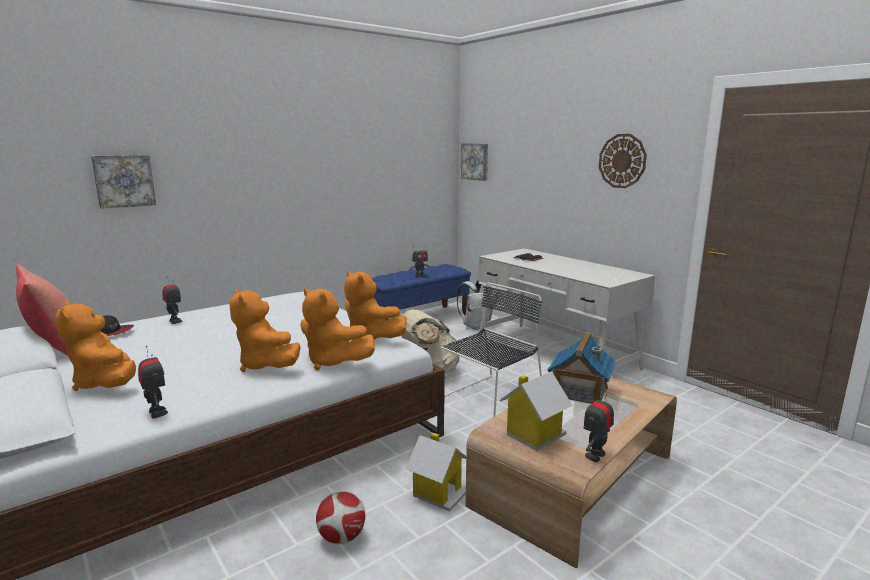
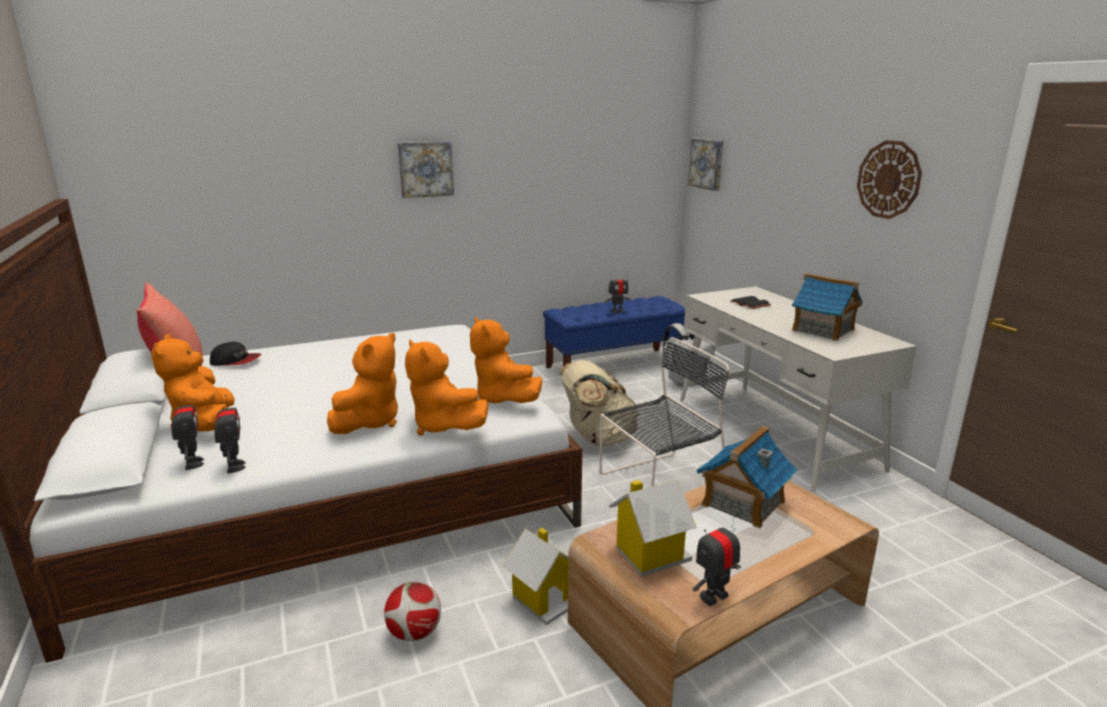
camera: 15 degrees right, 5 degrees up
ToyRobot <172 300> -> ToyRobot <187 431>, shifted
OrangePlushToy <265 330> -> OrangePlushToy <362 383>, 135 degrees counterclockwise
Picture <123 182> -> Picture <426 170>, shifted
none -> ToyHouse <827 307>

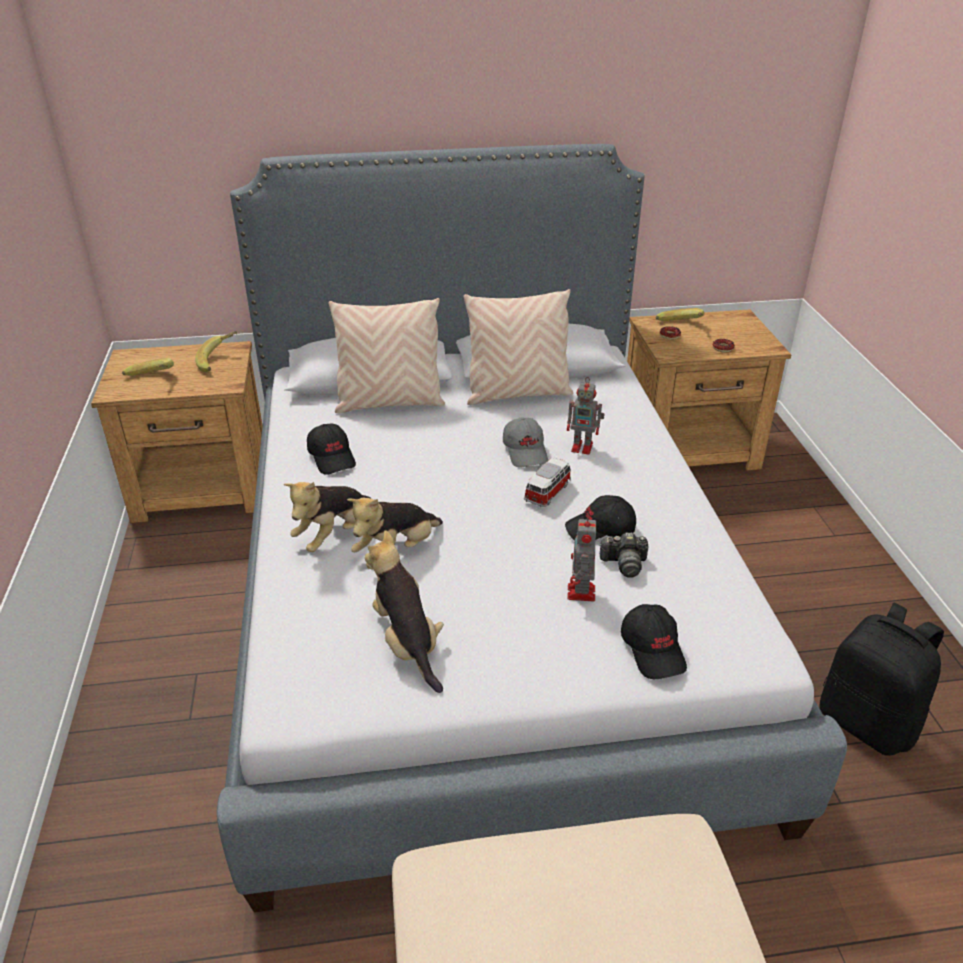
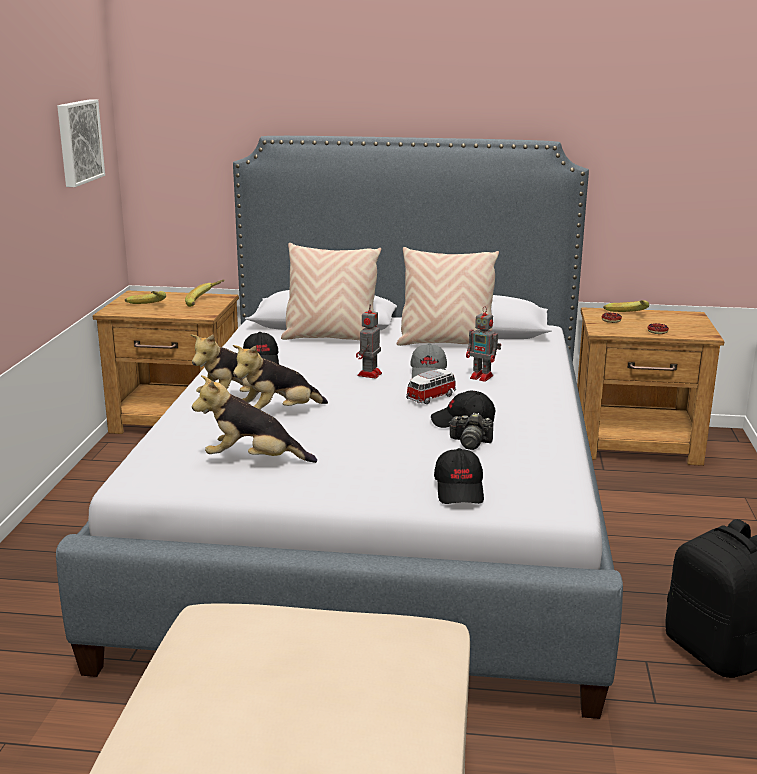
camera: 15 degrees right, 15 degrees down
none -> Picture <81 143>
PlushToy <404 611> -> PlushToy <254 419>, 75 degrees counterclockwise
ToyRobot <581 558> -> ToyRobot <369 341>, shifted

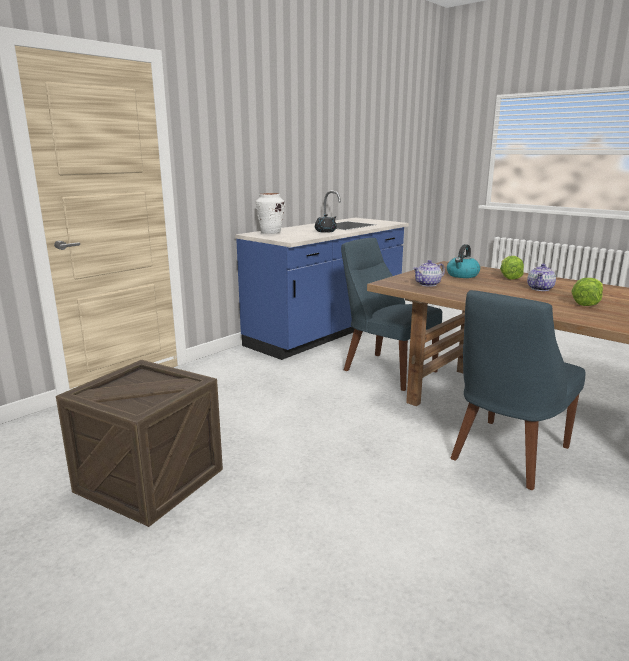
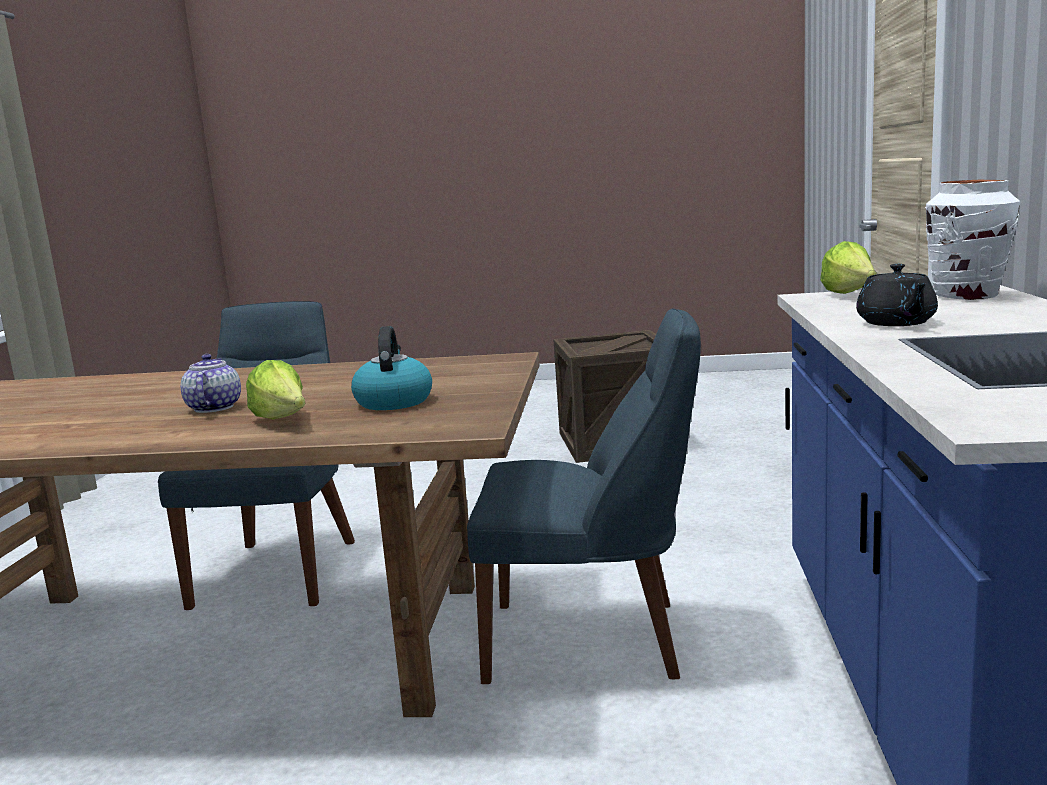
camera: 145 degrees right, 5 degrees down
Lettuce <587 292> -> Lettuce <848 267>, shifted
Teapot <429 273> -> none

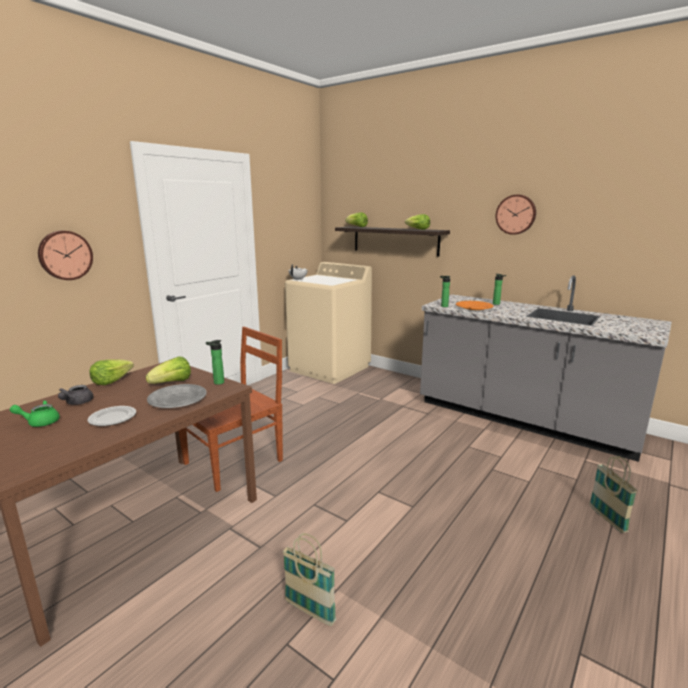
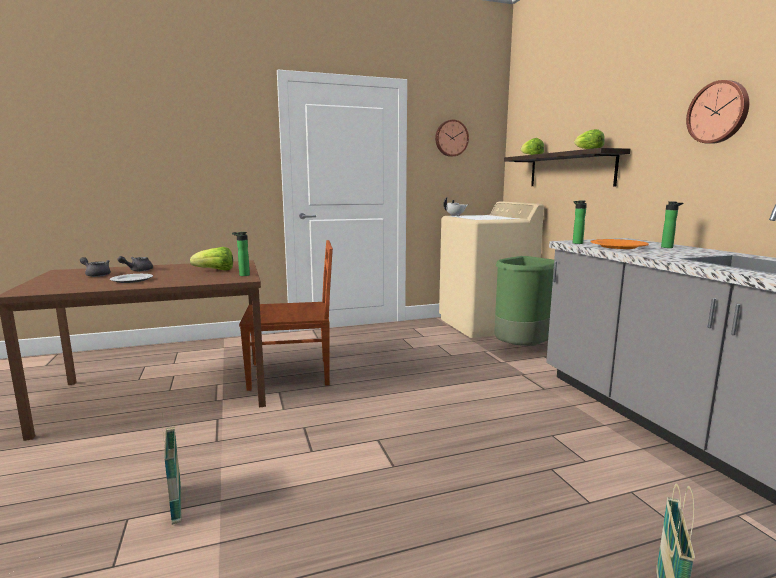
camera: 35 degrees right, 5 degrees down
GreenTeapot <35 413> -> GreyTeapot <95 267>
WallClock <65 255> -> WallClock <452 138>, shifted
none -> GreenTrashCan <524 301>
Lettuce <112 372> -> none
GreyPlate <177 396> -> none

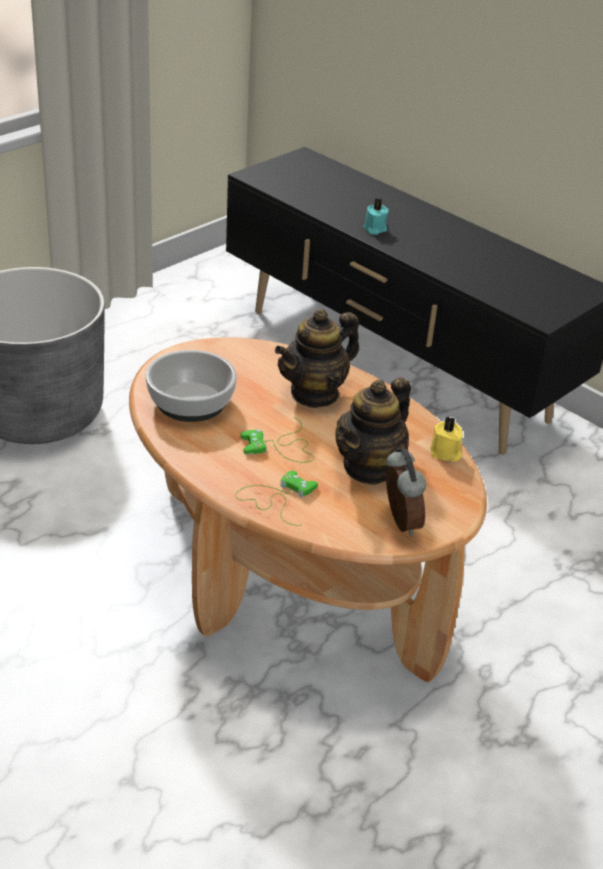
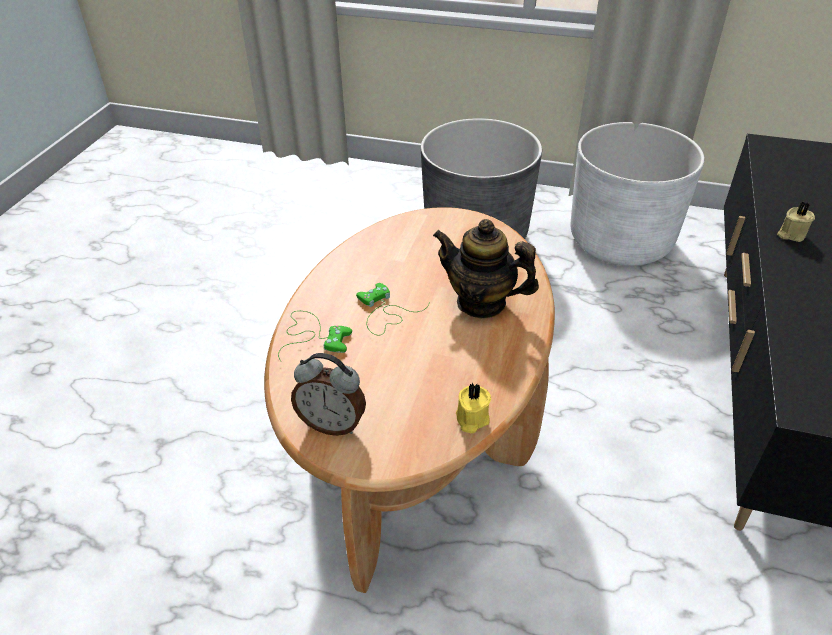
camera: 65 degrees right, 5 degrees up
AlarmClock <406 492> -> AlarmClock <328 394>, 60 degrees clockwise
none -> WhitePlanter <638 194>
TurquoiseCandle <376 216> -> BeigeCandle <796 222>
Bowl <191 386> -> none
Teapot <373 431> -> none

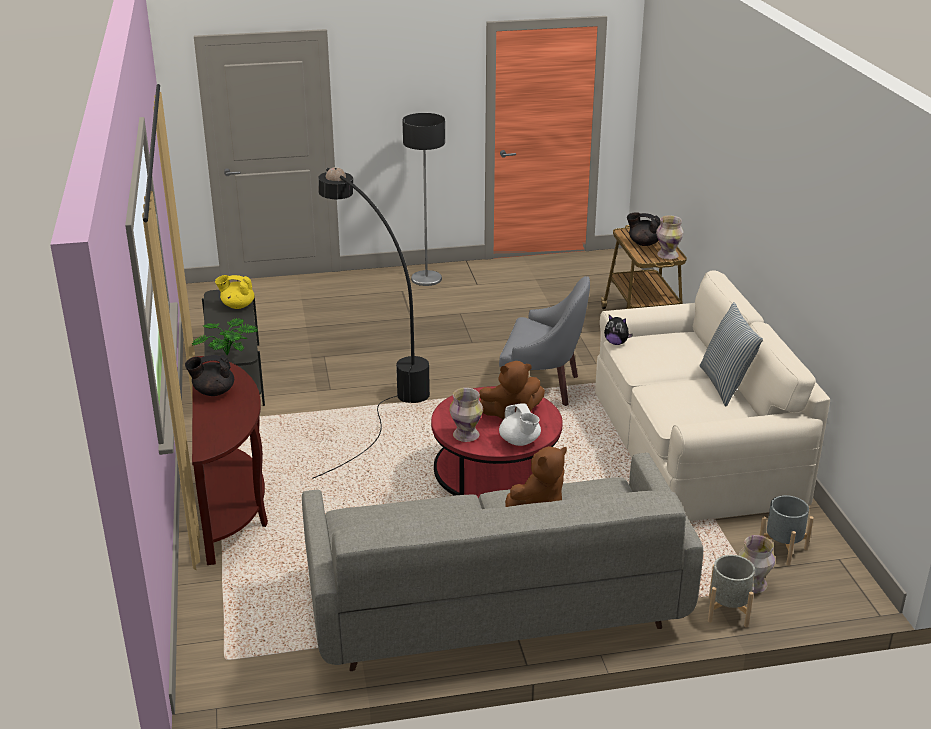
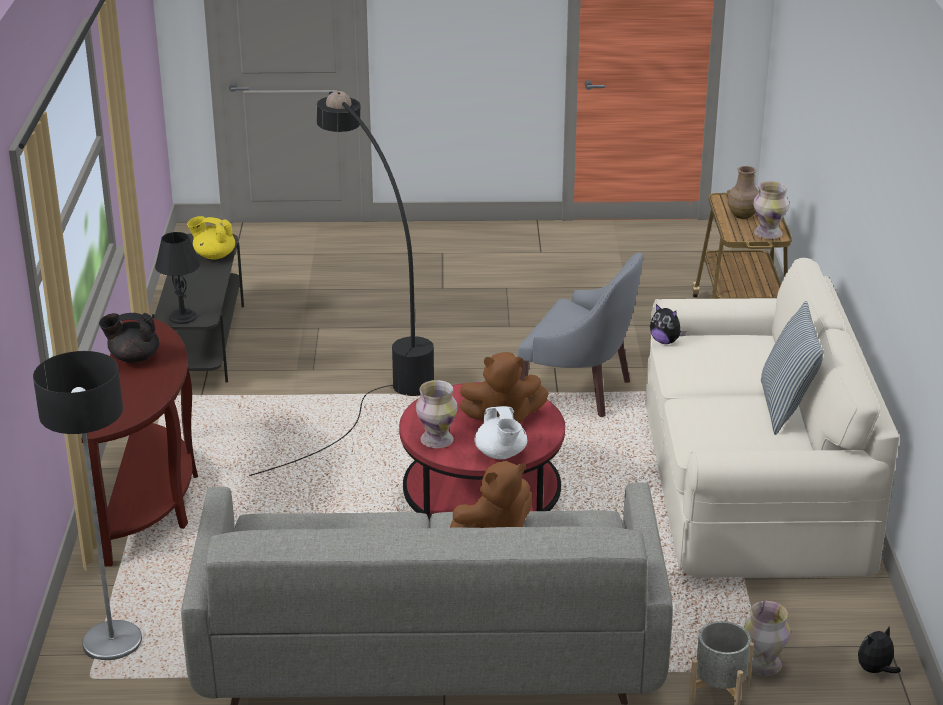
camera: 10 degrees right, 0 degrees up
FloorLamp <423 199> -> FloorLamp <87 505>, shifted
PottedPlant <224 336> -> BlackTableLamp <177 278>
BlackTeapot <643 229> -> BrownVase <743 192>
none -> PlushToy <879 650>
GreyPlanter <787 530> -> none

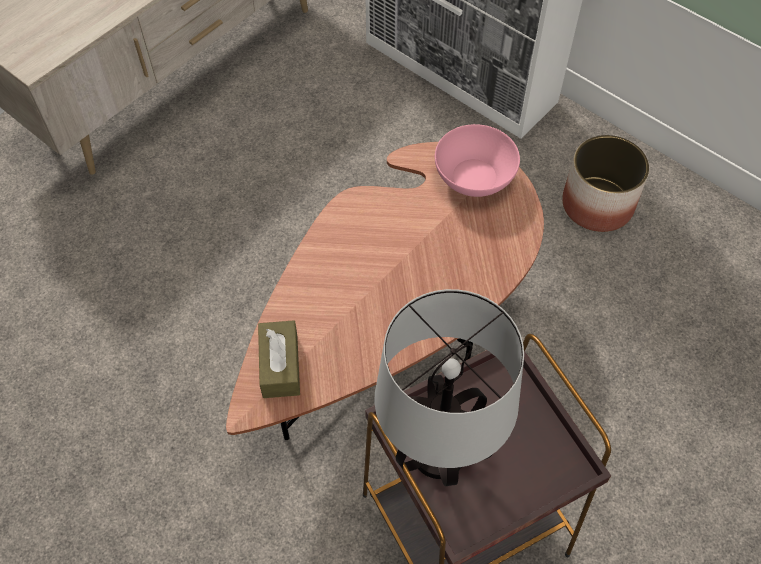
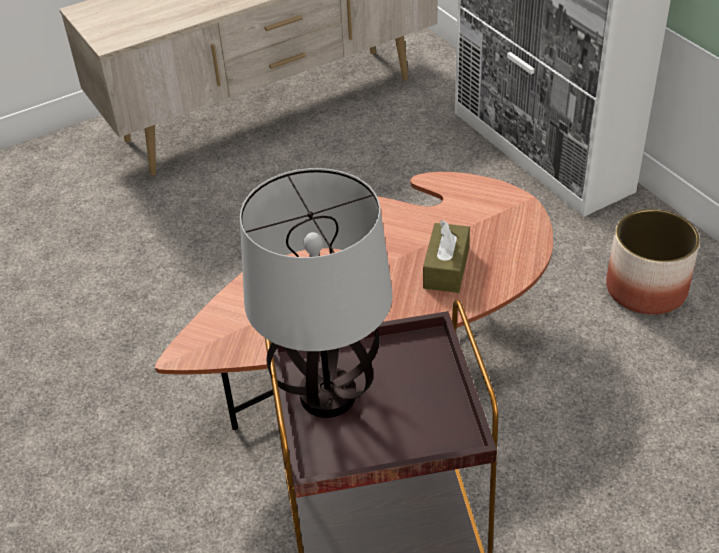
camera: 20 degrees right, 15 degrees down
BrownTissueBox <279 359> -> BrownTissueBox <446 256>, shifted
PinkBowl <477 160> -> none

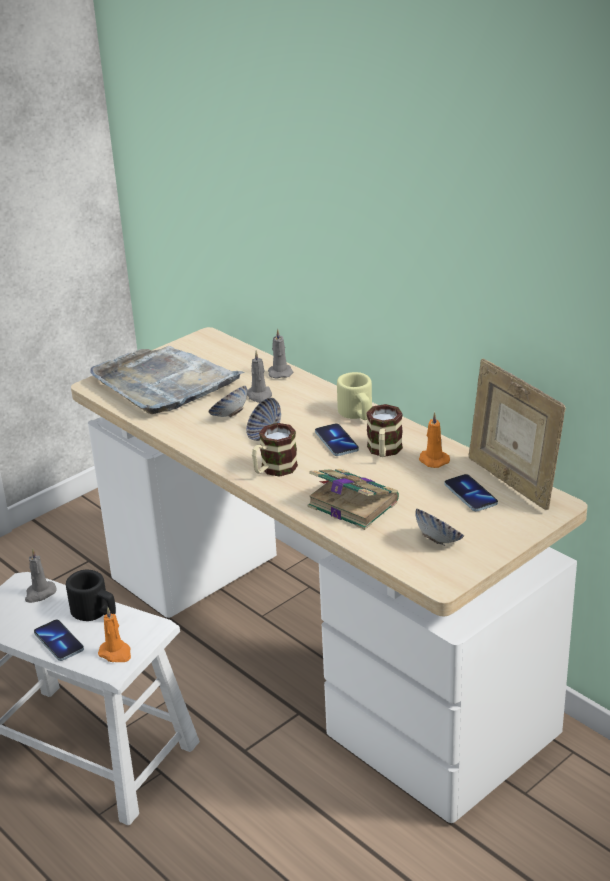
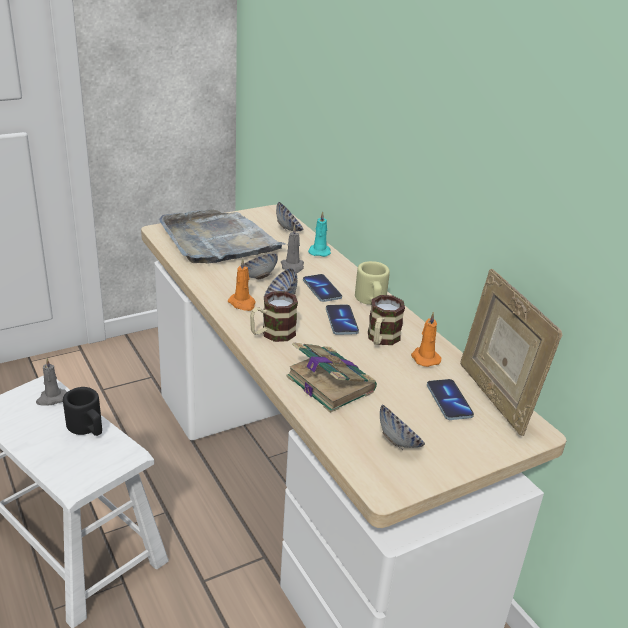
camera: 10 degrees right, 0 degrees up
OrangeCandle <114 634> -> OrangeCandle <242 284>, shifted
none -> Bowl <289 216>
Phone <59 640> -> Phone <322 288>, shifted
GreyCandle <281 354> -> TurquoiseCandle <319 234>

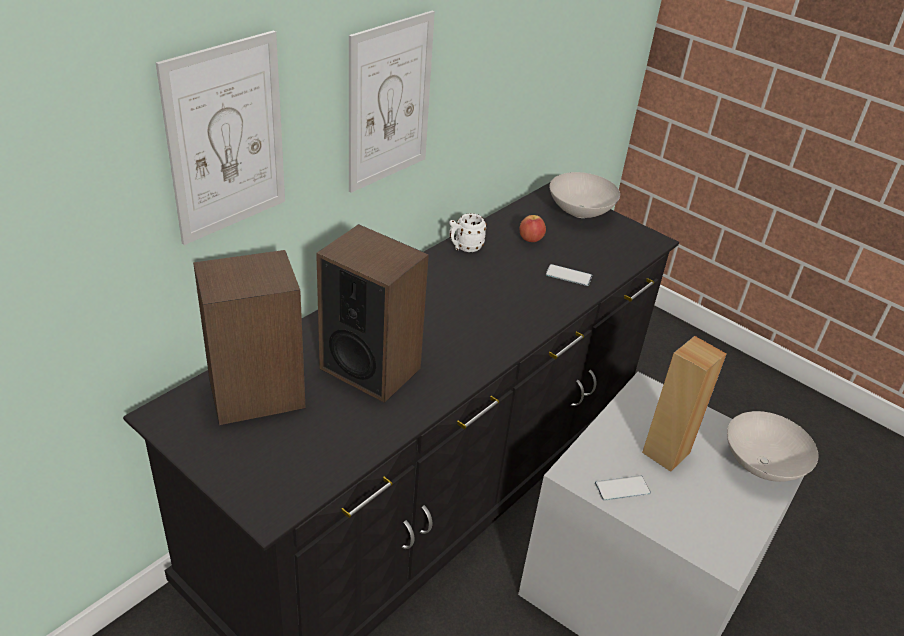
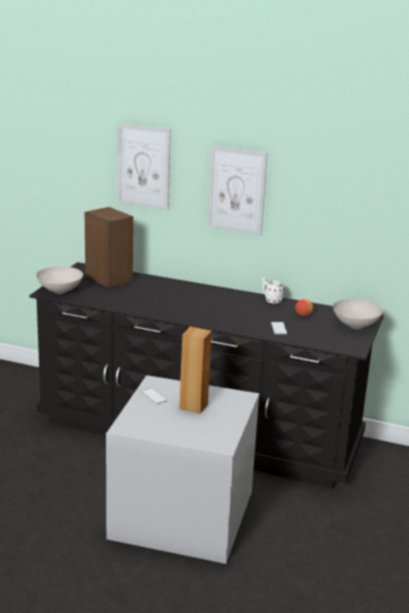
camera: 70 degrees right, 15 degrees down
WhiteBowl <772 446> -> WhiteBowl <59 280>, shifted
Speaker <372 313> -> none

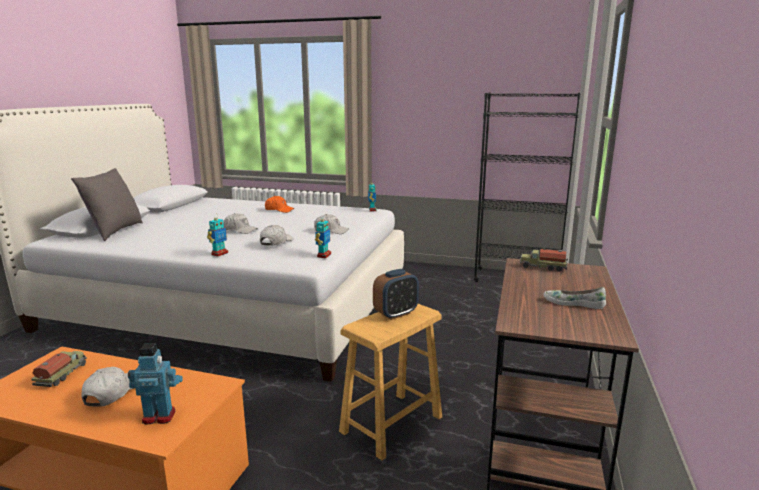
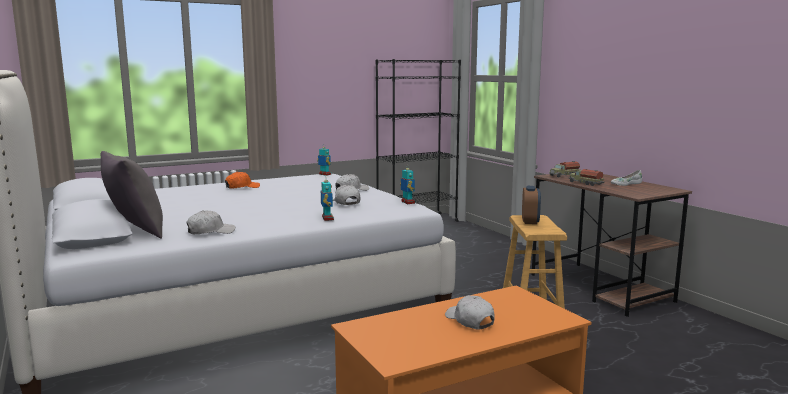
camera: 45 degrees left, 5 degrees down
WhiteCap <240 223> -> WhiteCap <211 222>, shifted
ToyTruck <59 369> -> ToyTruck <587 177>, shifted
ToyRobot <155 384> -> none

